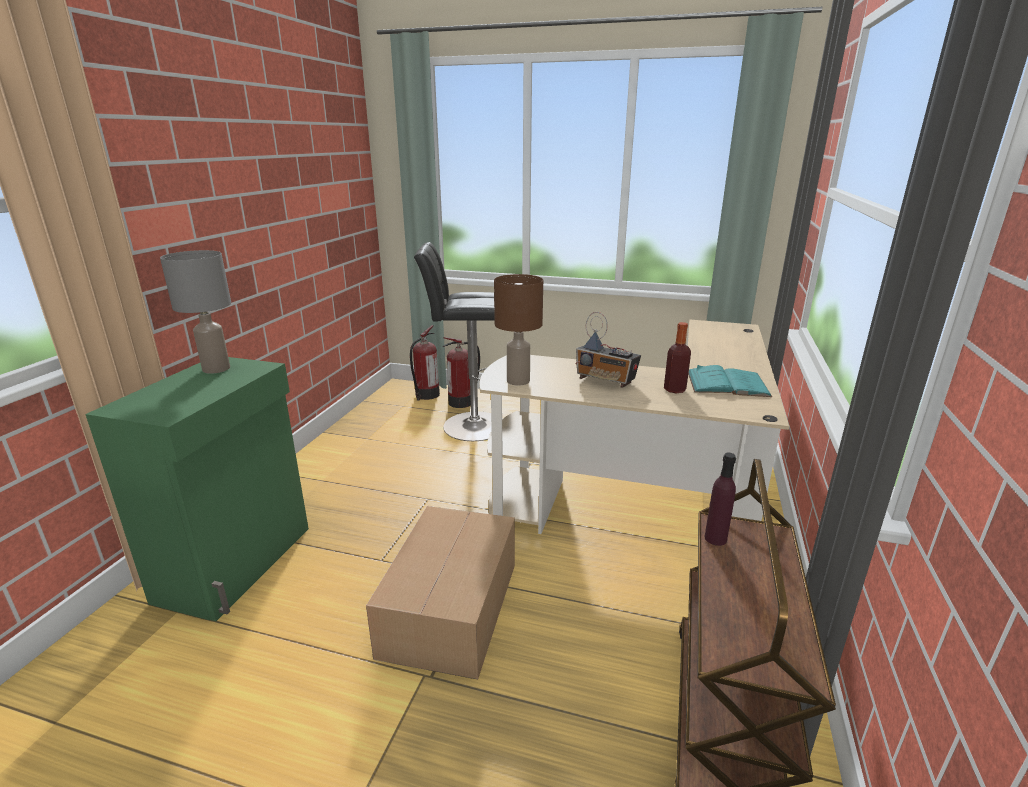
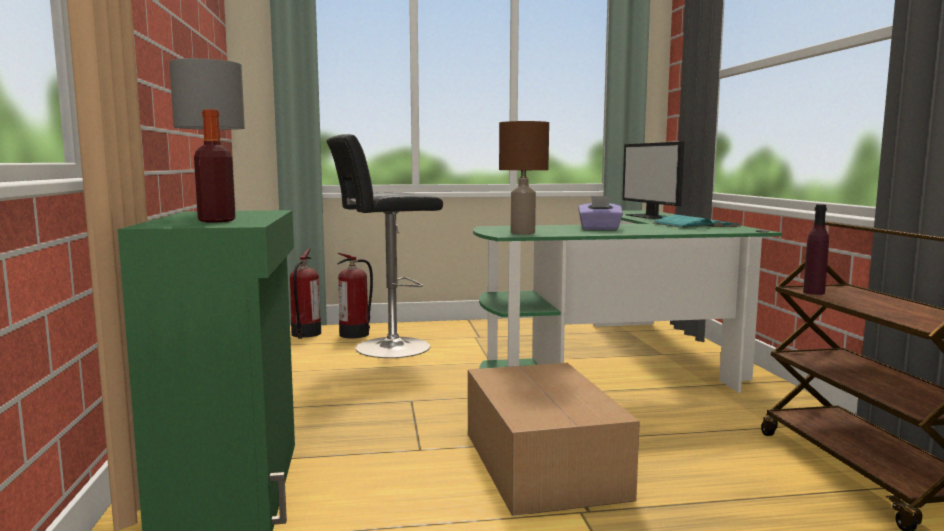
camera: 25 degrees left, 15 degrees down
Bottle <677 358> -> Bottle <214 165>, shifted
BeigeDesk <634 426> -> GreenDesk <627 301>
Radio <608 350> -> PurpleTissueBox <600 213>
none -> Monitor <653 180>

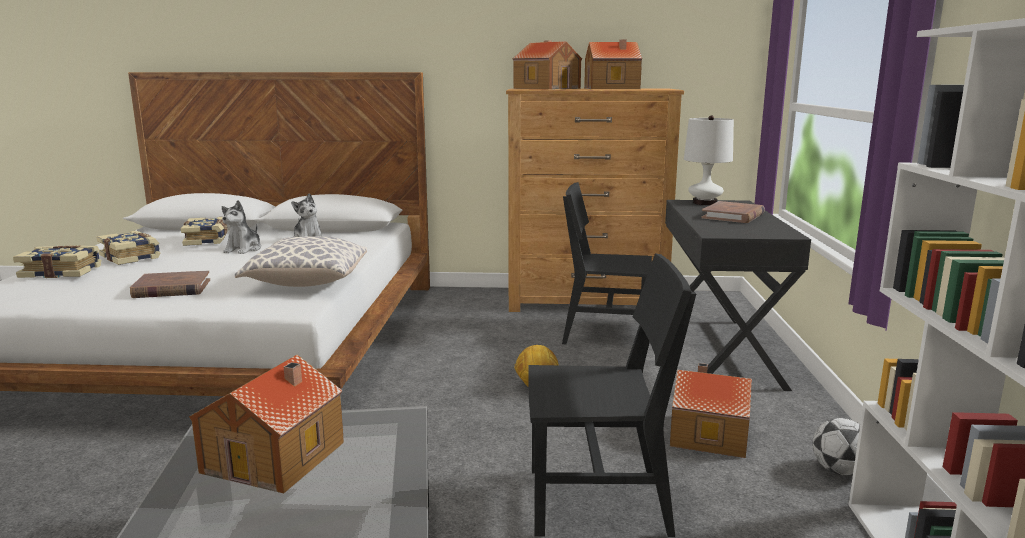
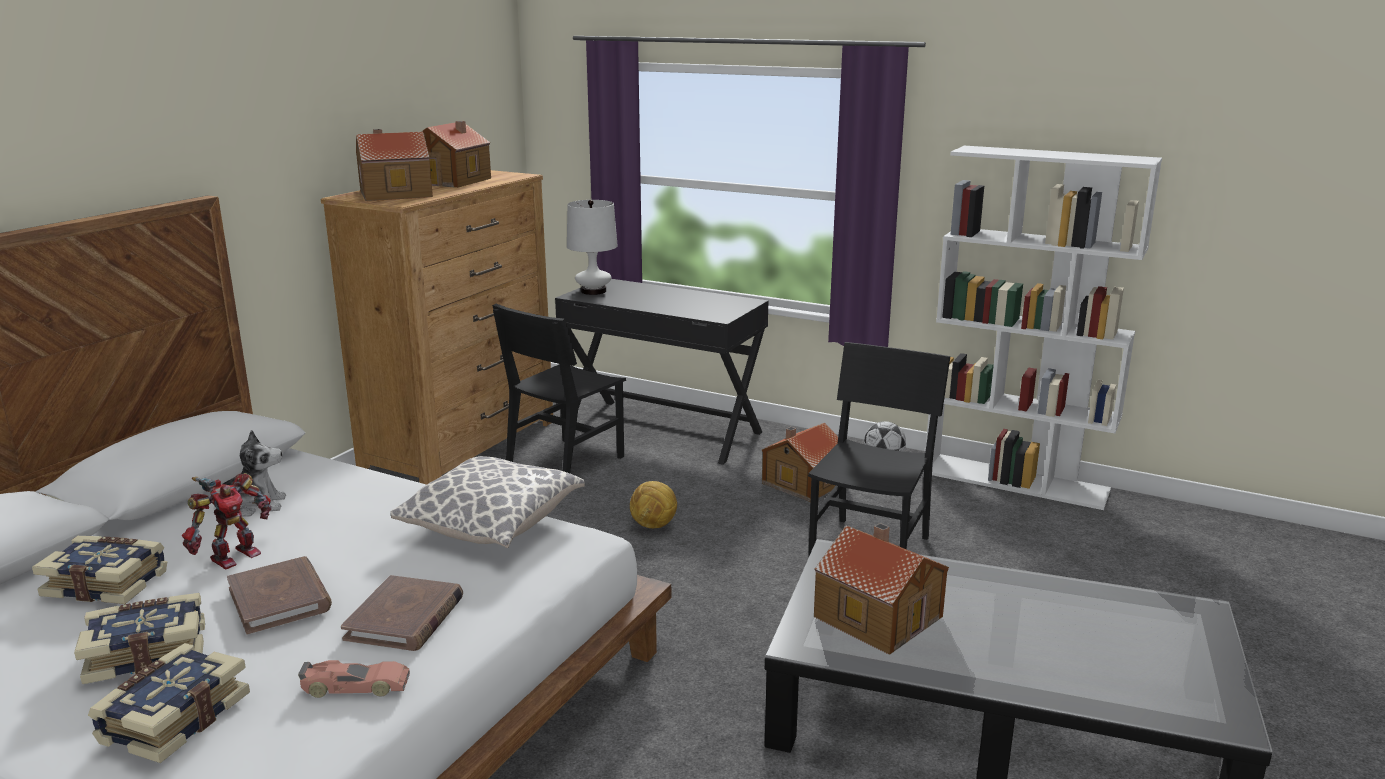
camera: 65 degrees left, 5 degrees up
PlushToy <241 227> -> ToyRobot <226 521>
BrownBook <733 212> -> BrownBook <279 595>, shifted
none -> ToyCar <354 679>

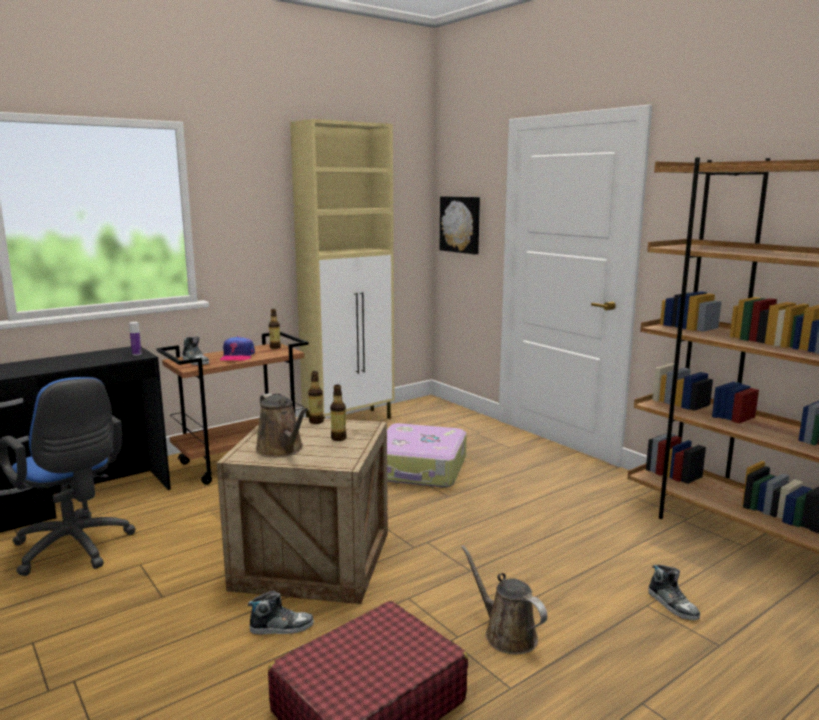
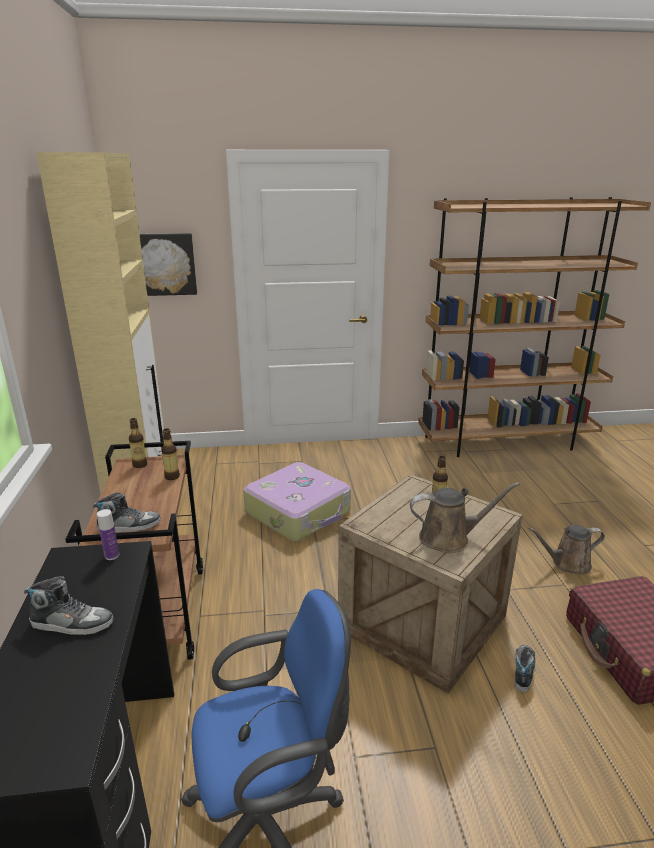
camera: 60 degrees left, 10 degrees up
Shoe <674 593> -> Shoe <68 605>, shifted
Bottle <316 397> -> Bottle <170 454>, shifted
Cap <237 348> -> none

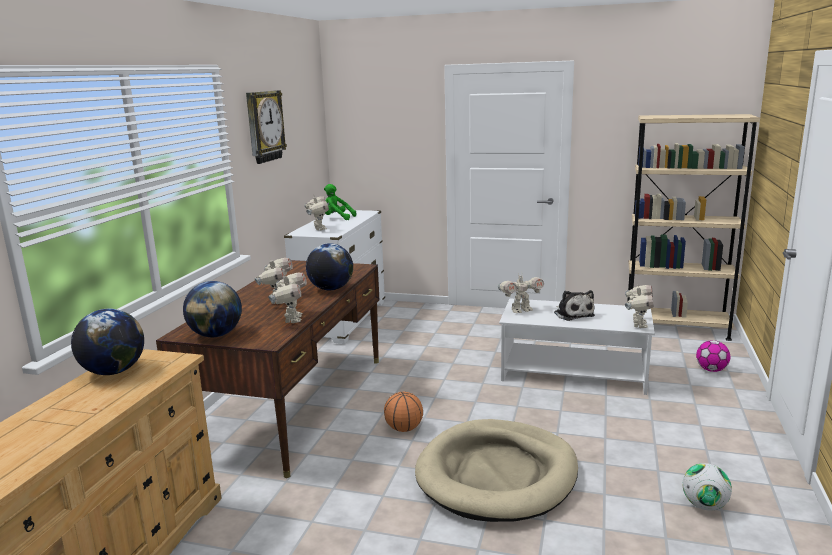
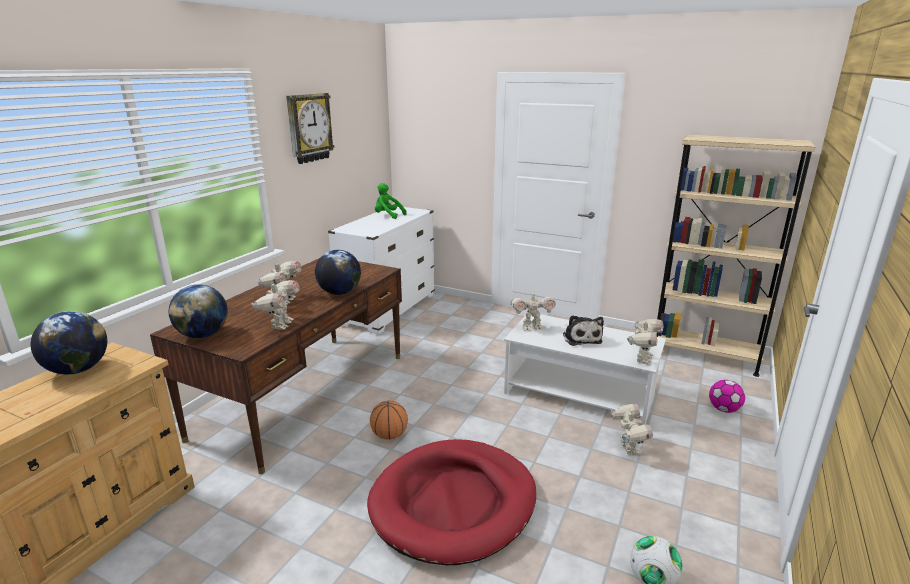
camera: 10 degrees right, 5 degrees up
BeigeDogBed <496 470> -> RedDogBed <451 502>
ToyRobot <317 212> -> ToyRobot <632 429>, shifted

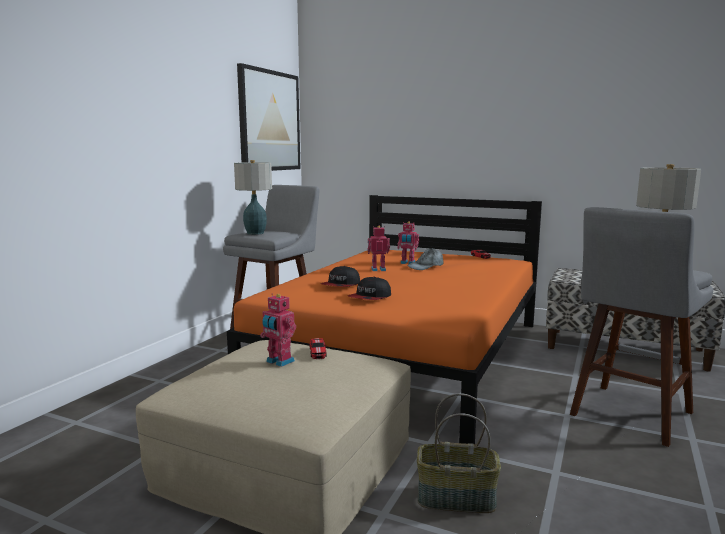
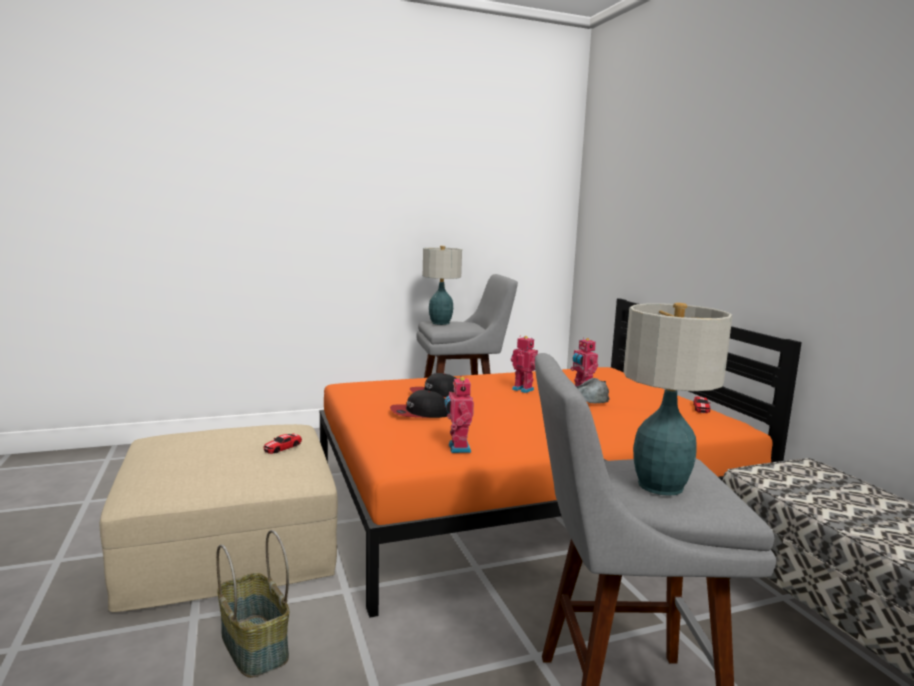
camera: 45 degrees right, 0 degrees up
ToyRobot <278 330> -> ToyRobot <459 414>, shifted
Picture <269 117> -> none

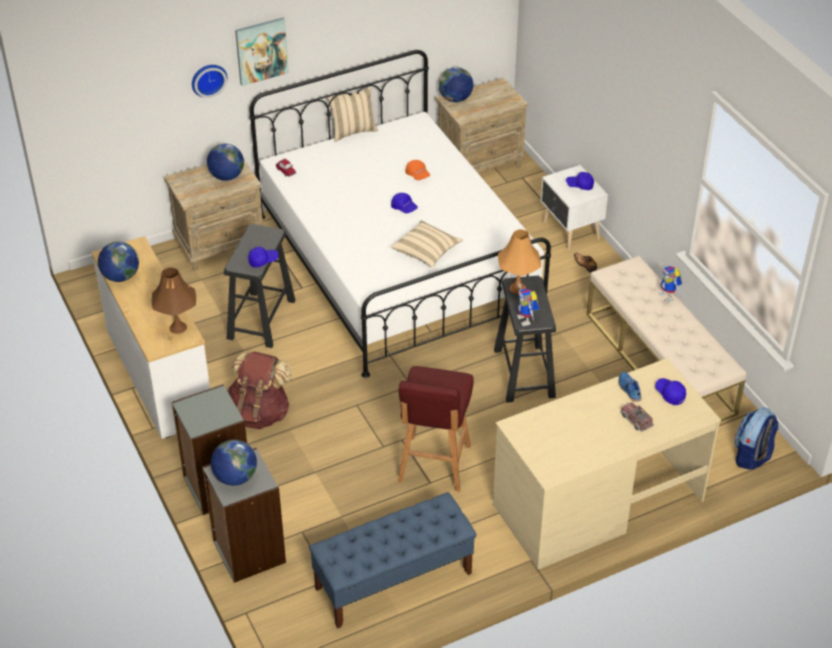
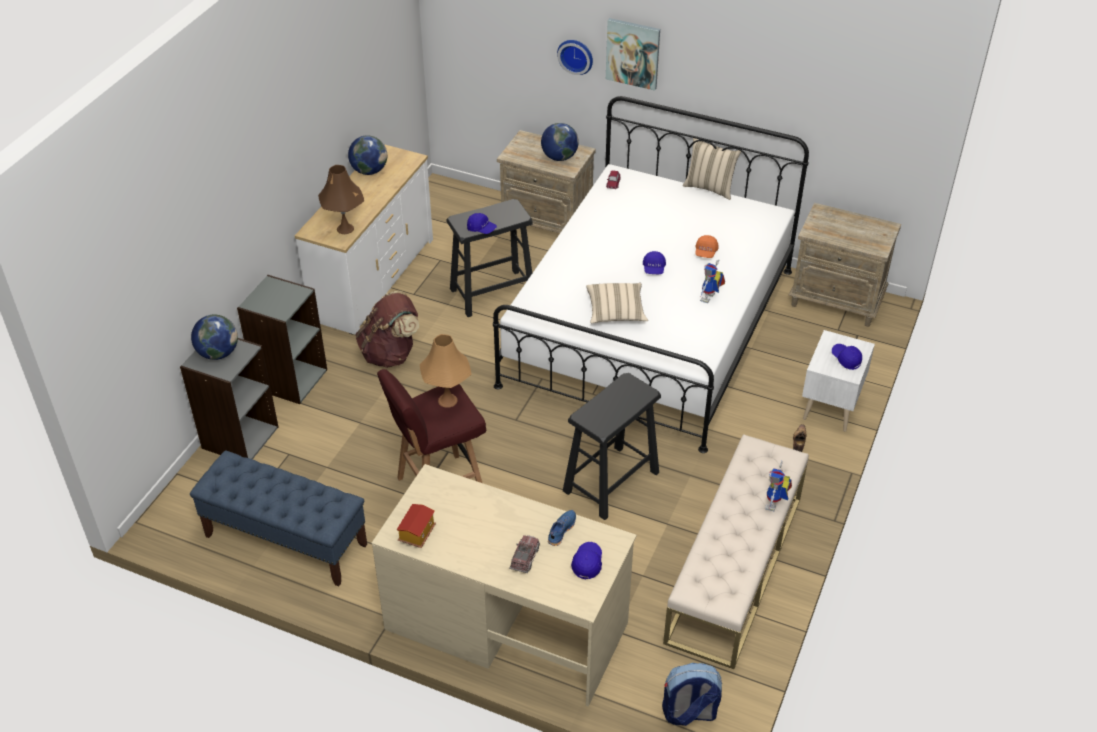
camera: 50 degrees right, 0 degrees up
none -> ToyHouse <416 526>
OrangeTableLamp <519 261> -> OrangeTableLamp <445 371>, shifted
ToyRobot <528 304> -> ToyRobot <712 281>, shifted
Globe <456 84> -> none

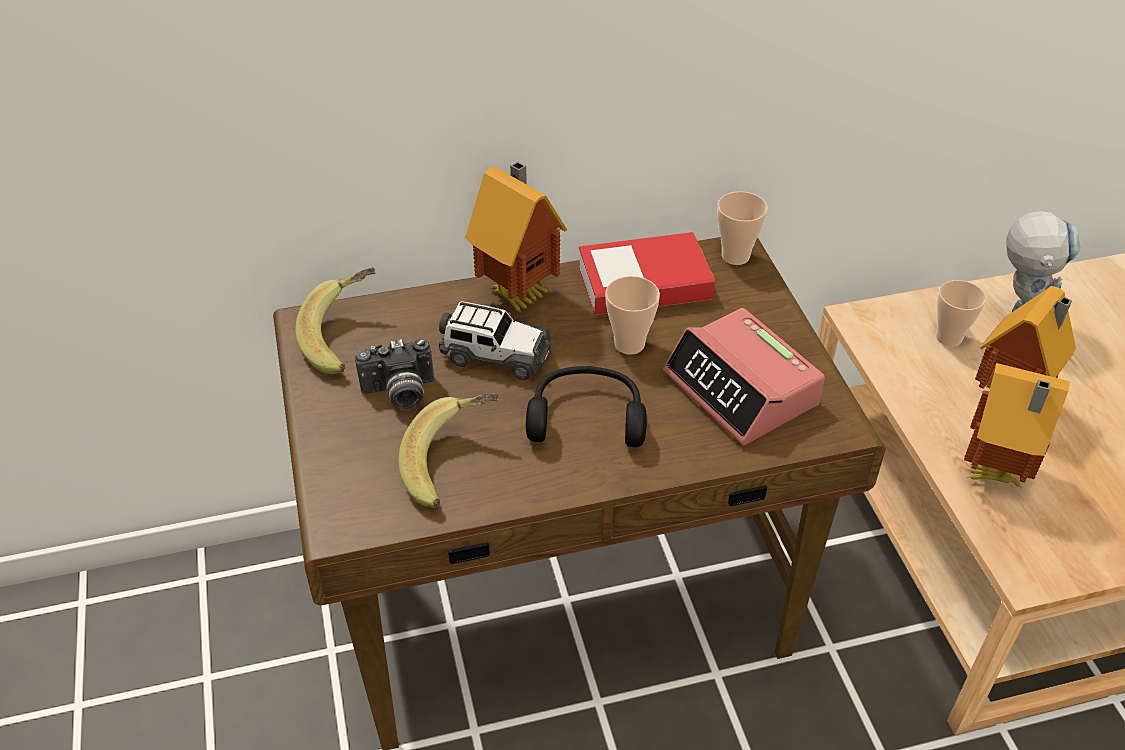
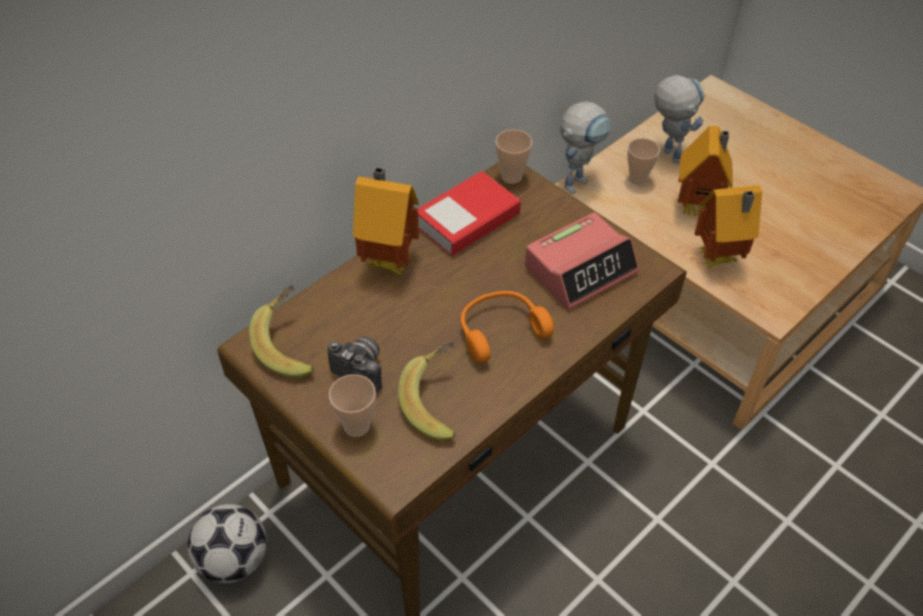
camera: 30 degrees left, 5 degrees up
none -> Football <227 543>
PhotoCamera <394 374> -> PhotoCamera <354 364>, 105 degrees counterclockwise
Cup <632 315> -> Cup <352 405>, shifted
BlackHeadphones <586 406> -> OrangeHeadphones <507 327>
AlarmClock <744 376> -> AlarmClock <582 261>, 60 degrees counterclockwise
none -> ToyRobot <586 147>
ToyCar <495 340> -> none

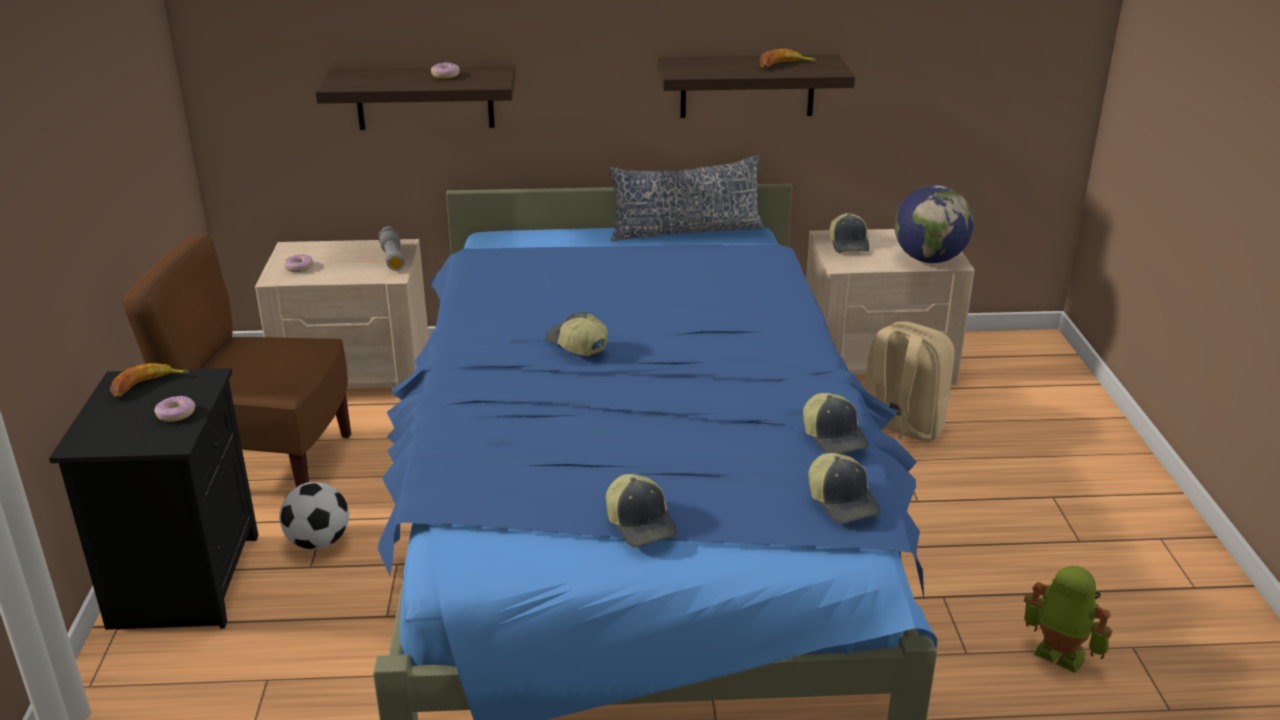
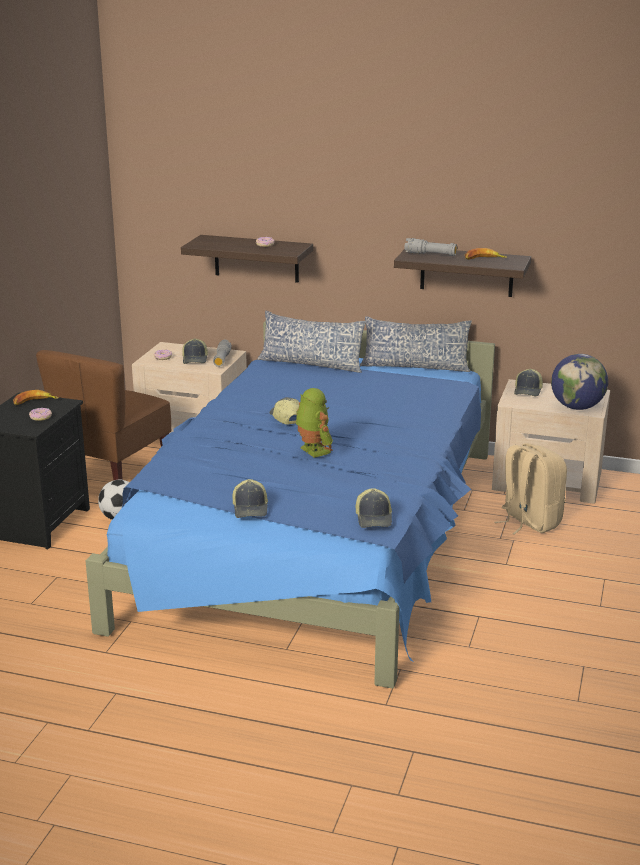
camera: 20 degrees right, 5 degrees down
BrownChair <236 360> -> BrownChair <103 415>, 90 degrees counterclockwise
Cap <836 423> -> Cap <195 351>, shifted
none -> Pillow <311 342>
ToyRobot <1068 619> -> ToyRobot <314 423>, shifted
none -> GreyFlashlight <431 247>

